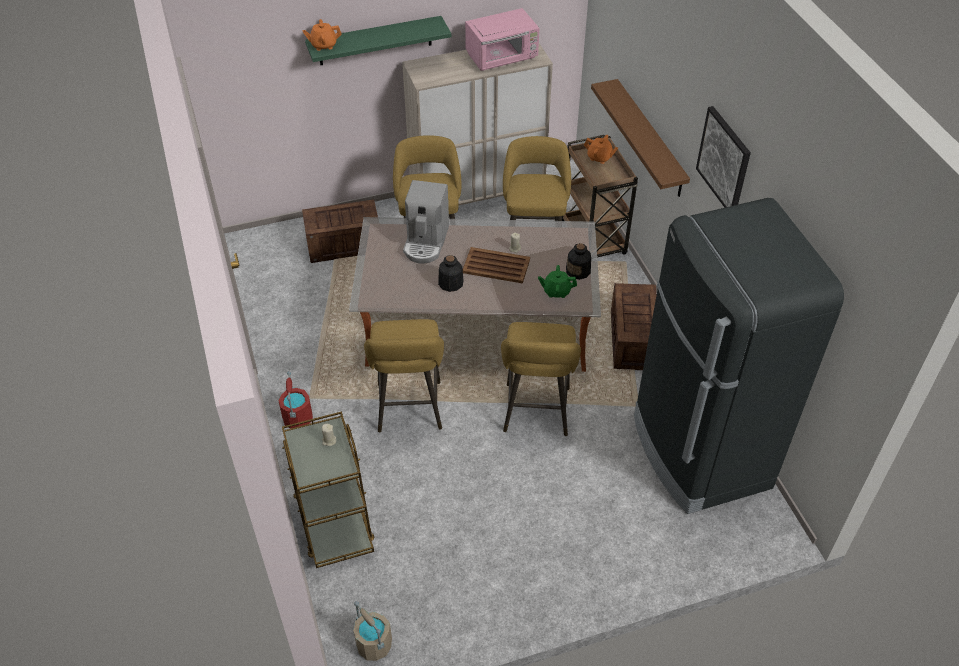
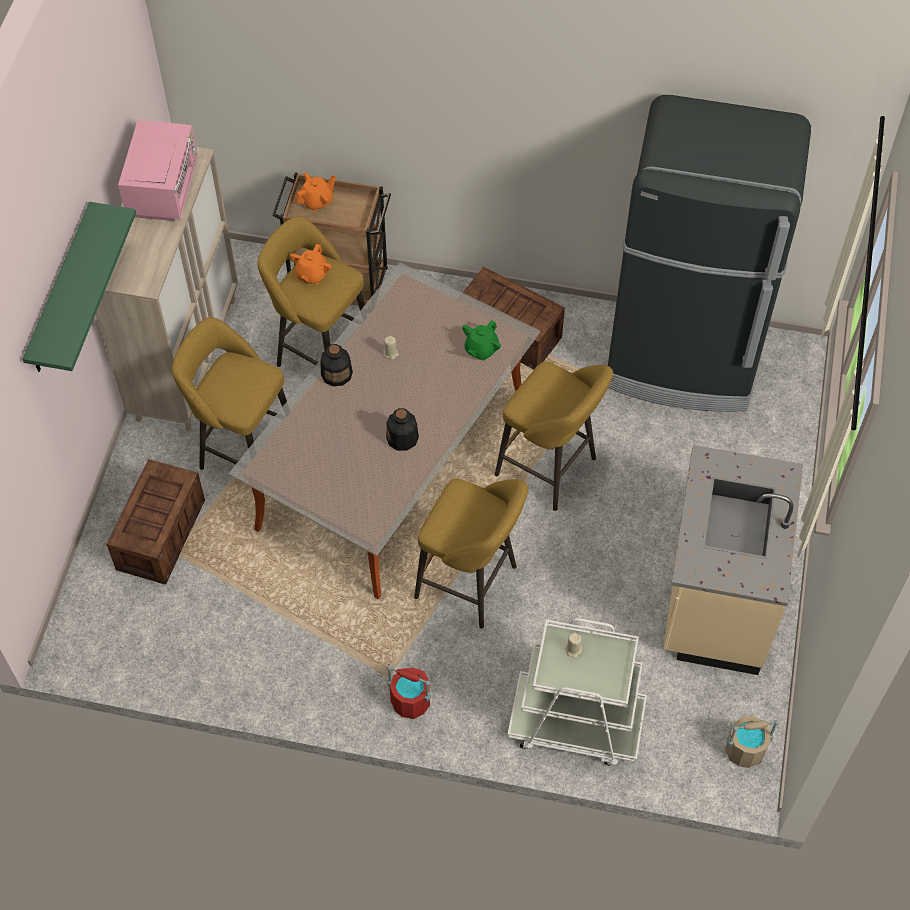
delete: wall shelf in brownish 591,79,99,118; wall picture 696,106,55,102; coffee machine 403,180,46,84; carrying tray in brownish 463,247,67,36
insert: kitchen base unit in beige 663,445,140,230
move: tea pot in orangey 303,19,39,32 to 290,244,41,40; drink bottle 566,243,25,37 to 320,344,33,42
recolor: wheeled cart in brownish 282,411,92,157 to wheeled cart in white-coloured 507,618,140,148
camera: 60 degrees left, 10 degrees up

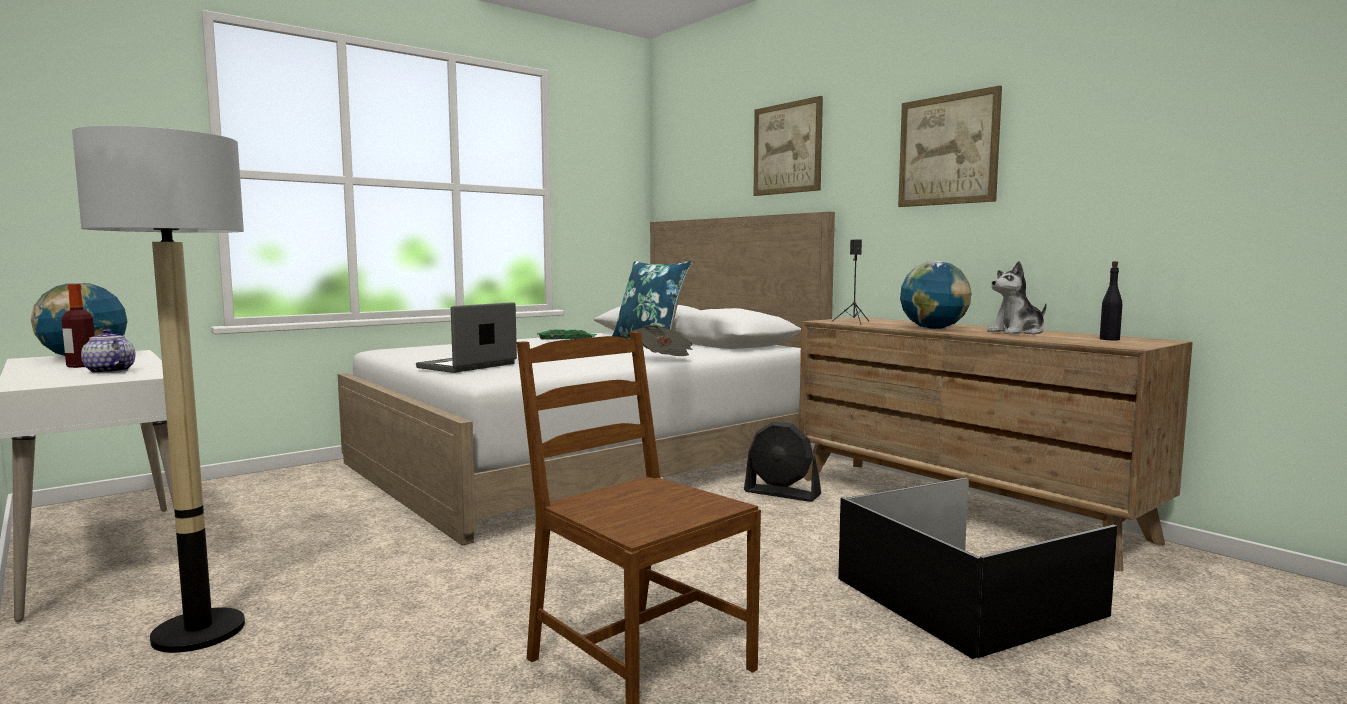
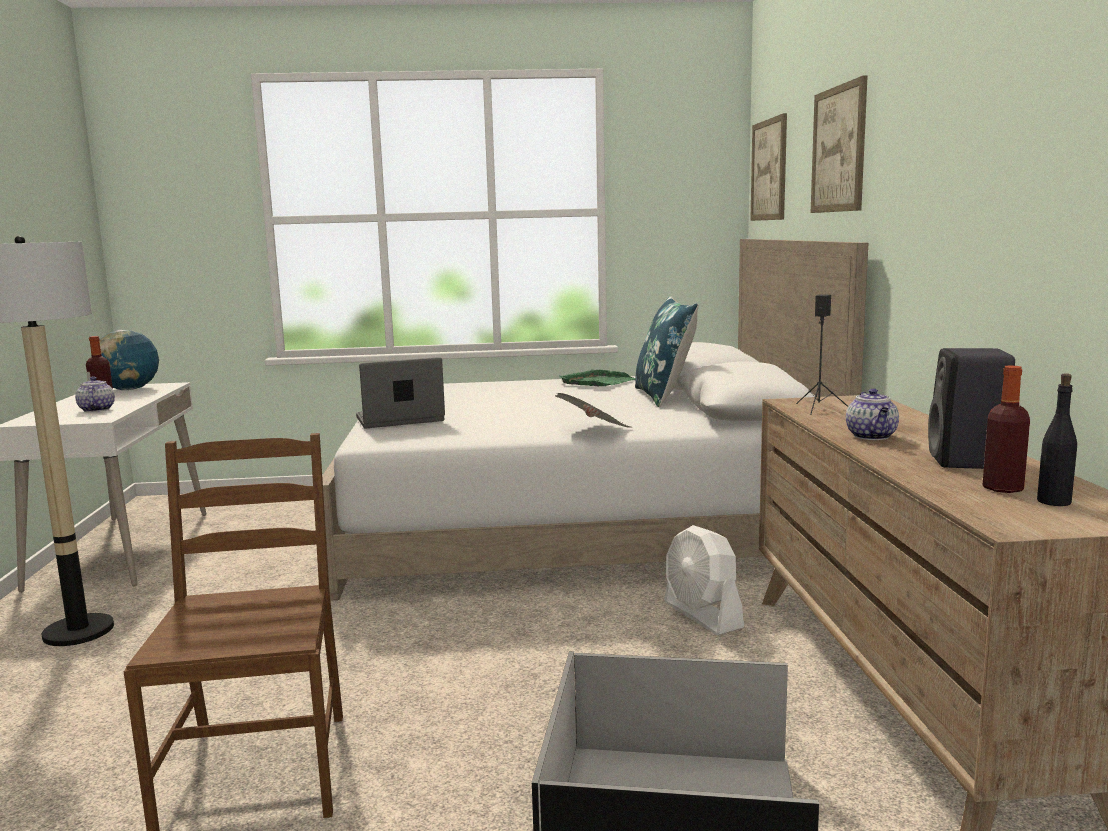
insert: drink bottle 983,365,47,128
move: wall picture 898,86,104,121 to 750,113,37,108
replace: world globe 900,261,72,68 to tea pot 846,388,53,52; cuddly toy 987,261,60,73 to speaker in blackish 928,348,87,121
recolor: cooling fan in blackish 744,422,77,80 to cooling fan in white-coloured 664,525,80,110
camera: 35 degrees right, 5 degrees up

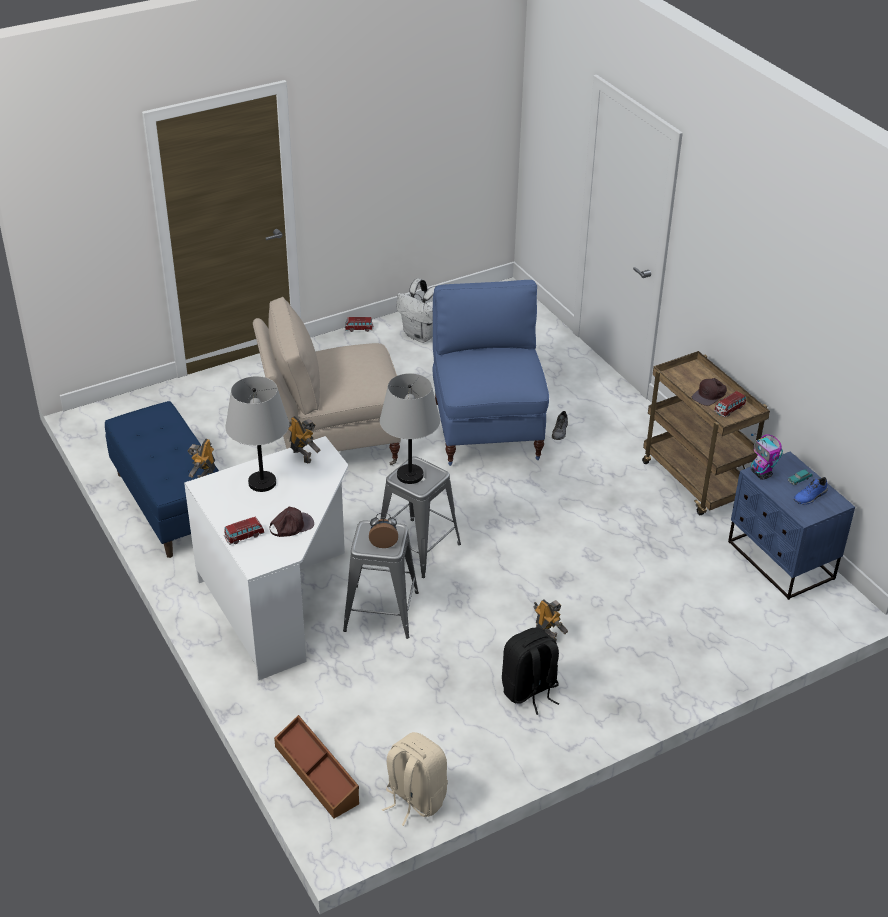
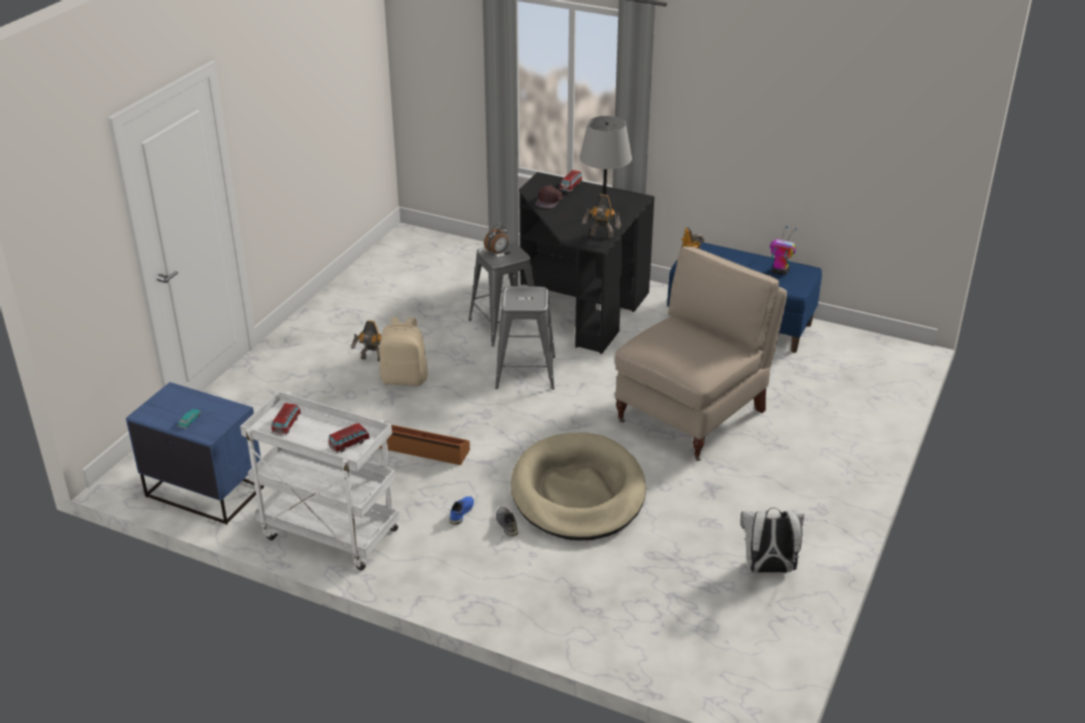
delete: table lamp in grey 380,373,60,111; cap in brownish 692,378,35,28; knapsack in blackish 502,627,58,88
move: miniature car 345,317,28,15 to 328,423,42,30; toy robot 751,434,32,46 to 770,226,27,49; item of footwear in blue 793,477,35,28 to 449,496,25,29; storage box in brownish 274,715,85,104 to 380,425,90,40; knapsack in beige 382,732,66,94 to 379,317,49,69
replace: plain chair in blue 433,280,116,186 to dog bed in beige 511,432,135,109
recolor: wheeled cart in brownish 642,351,128,164 to wheeled cart in white-coloured 240,391,159,179; desk in white-coloured 184,436,164,245 to desk in blackish 519,172,135,182
camera: 145 degrees right, 5 degrees down

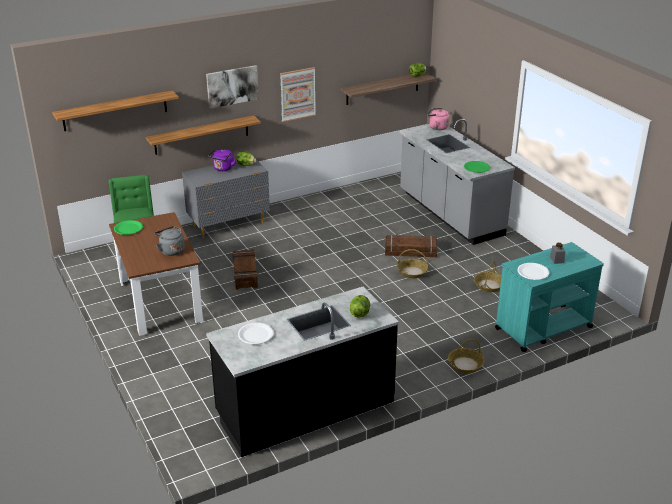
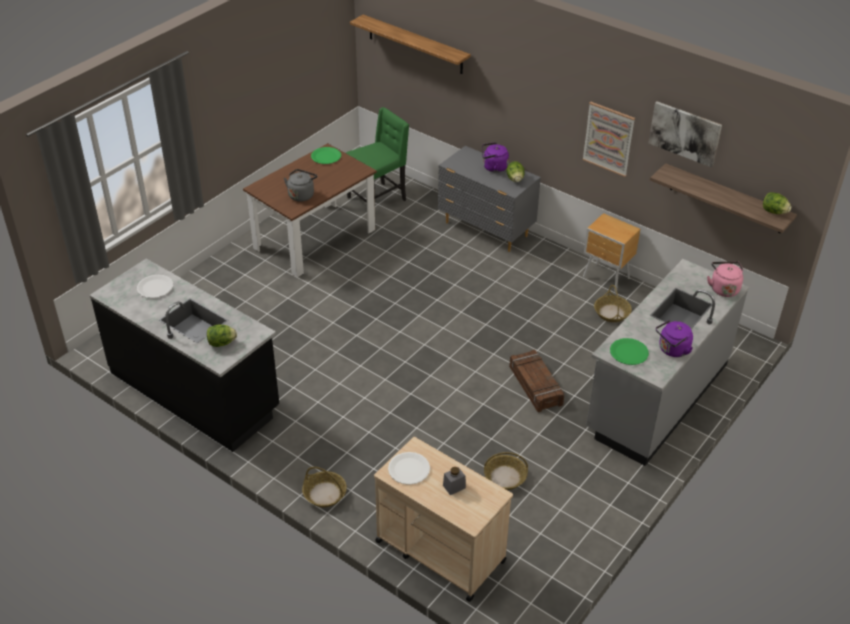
delete: wall shelf 146,115,115,40; packing crate 233,249,25,40
insert: night table in brownish 583,213,57,79; water kettle in purple-coloured 656,320,37,37
move: wall picture 206,65,53,43 to 648,101,74,66; storage basket 397,249,32,30 to 594,285,38,37
recolor: wheeled cart in blue-green 495,242,109,110 to wheeled cart in beige 374,437,139,165
camera: 65 degrees right, 10 degrees up

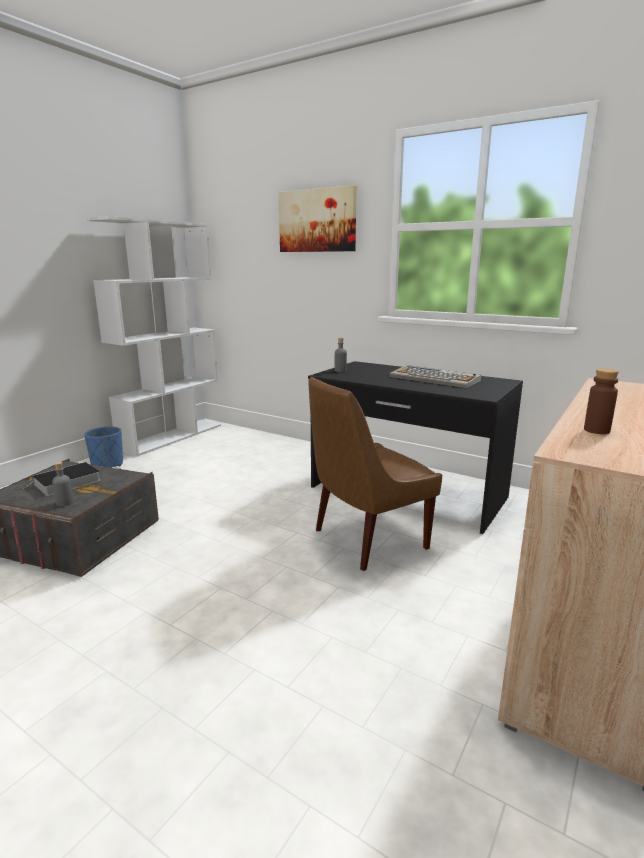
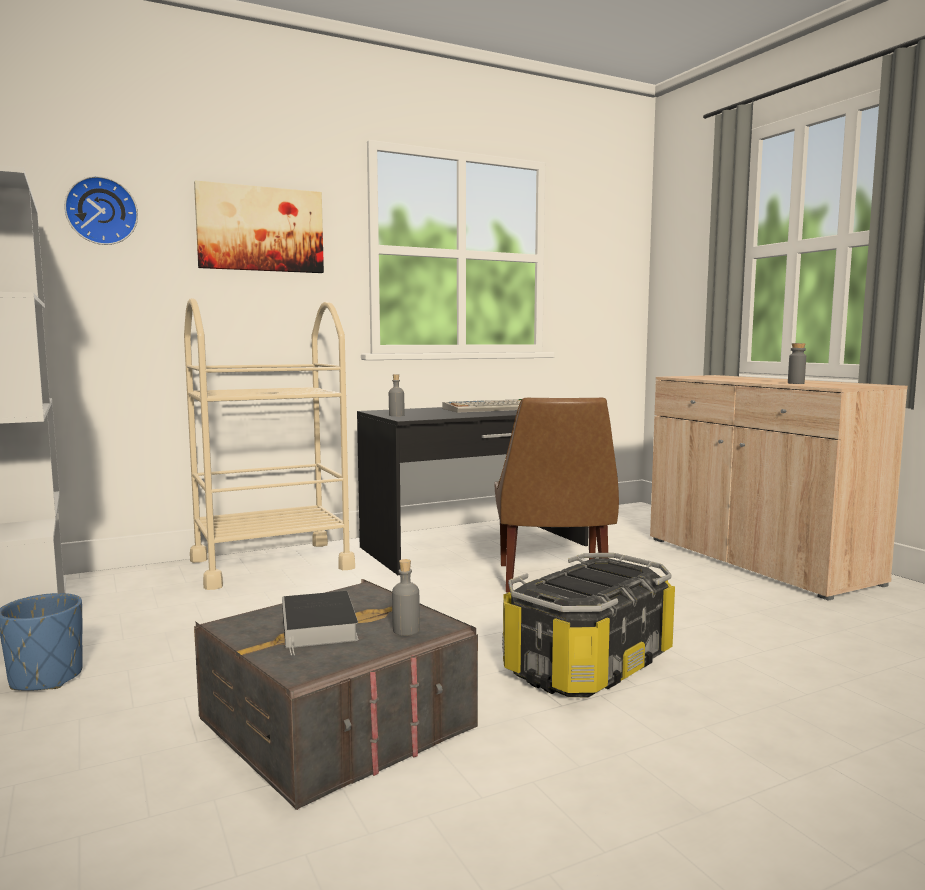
insert: hanging clock 64,176,74,69; wheeled cart in beige 184,298,171,292; storage box 502,553,173,144
recolor: drink bottle in brownish 584,368,35,66 to drink bottle in grey 788,343,18,41
camera: 60 degrees left, 10 degrees down

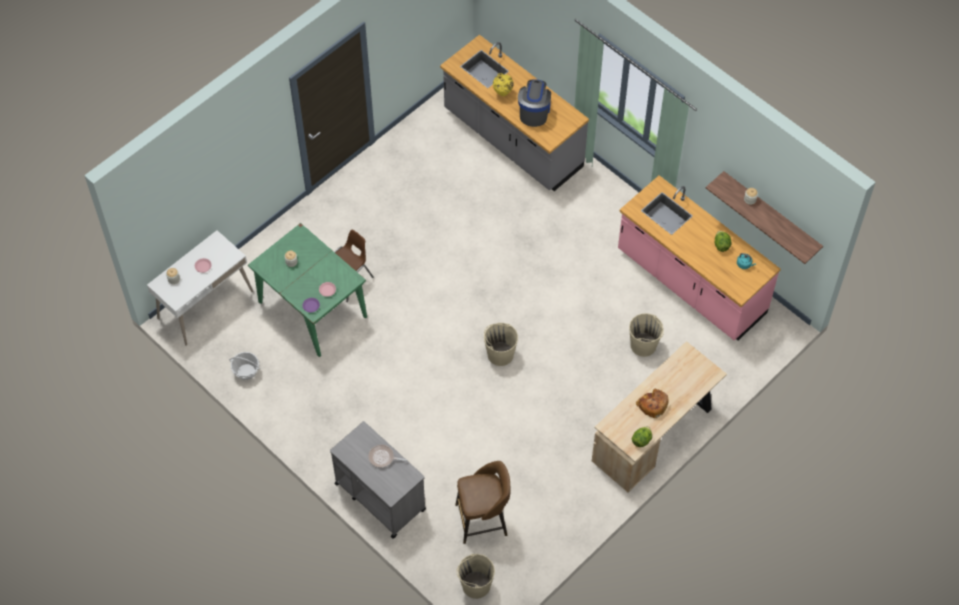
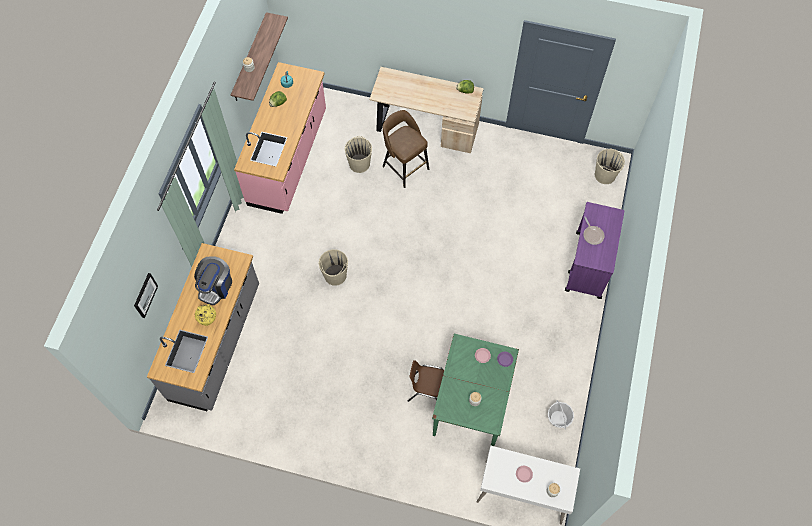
delete: bakery bread 636,389,33,30
insert: wall picture 134,273,24,45
move: pail in beige 484,323,34,43 to 318,249,30,37; stool in brownish 455,461,55,83 to 383,110,46,78
recolor: wheeled cart in grey 330,421,96,118 to wheeled cart in purple-coloured 565,202,59,97
rotate: coffee machine 518,79,33,48 = 194,256,38,49 45 degrees counterclockwise
camera: 120 degrees left, 5 degrees up

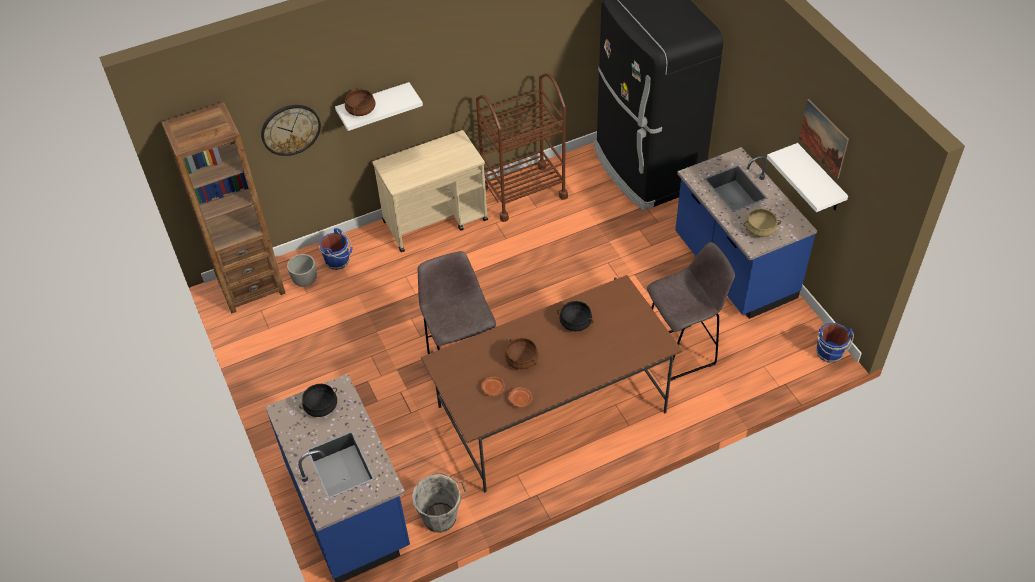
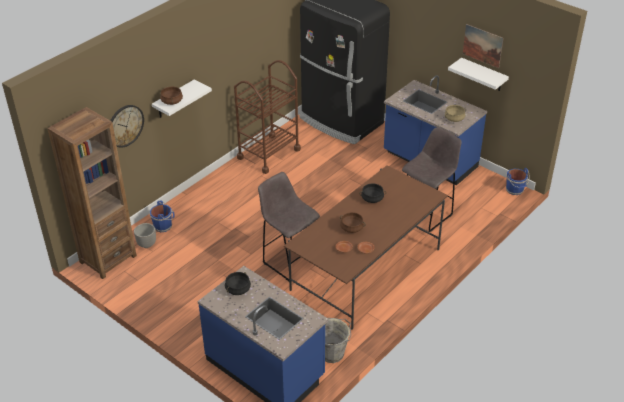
delete: wheeled cart in beige 372,130,116,122
camera: 25 degrees left, 10 degrees down

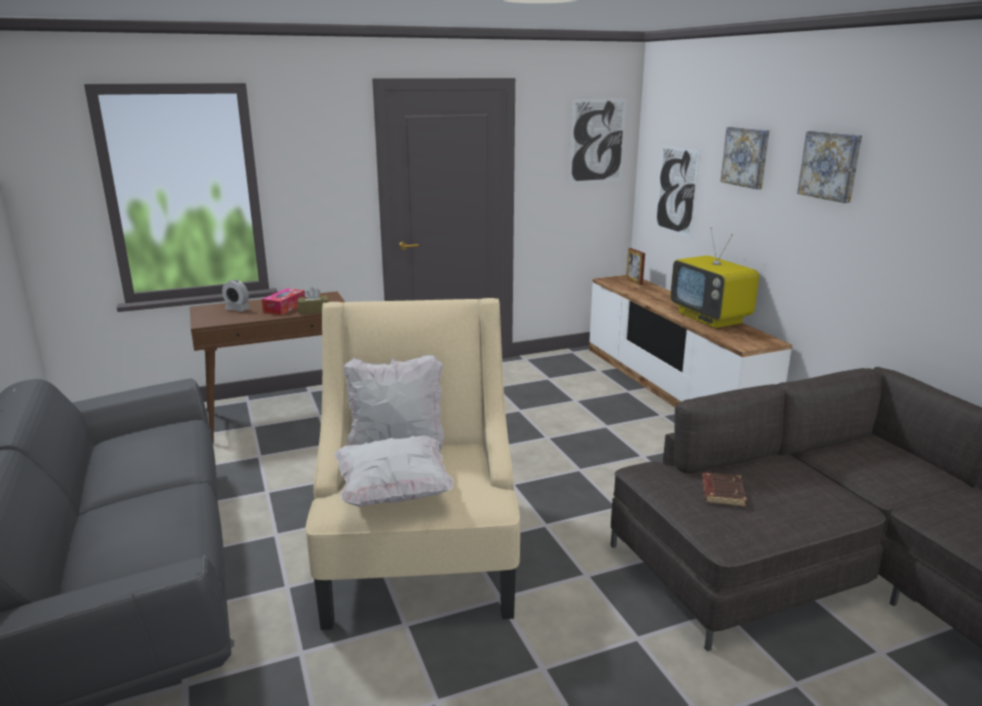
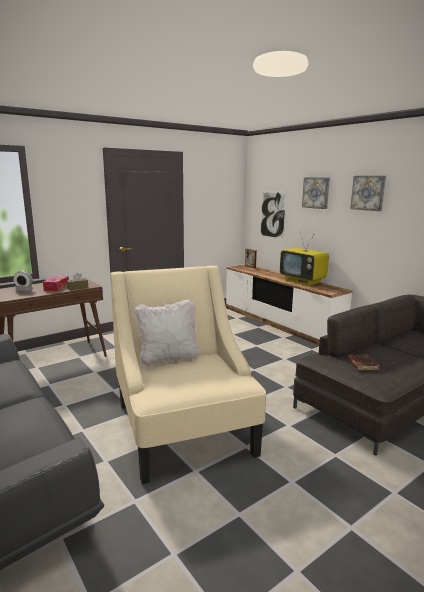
delete: wall picture 570,99,56,84; throw pillow in white-coloured 334,435,120,71
camera: 15 degrees left, 5 degrees down

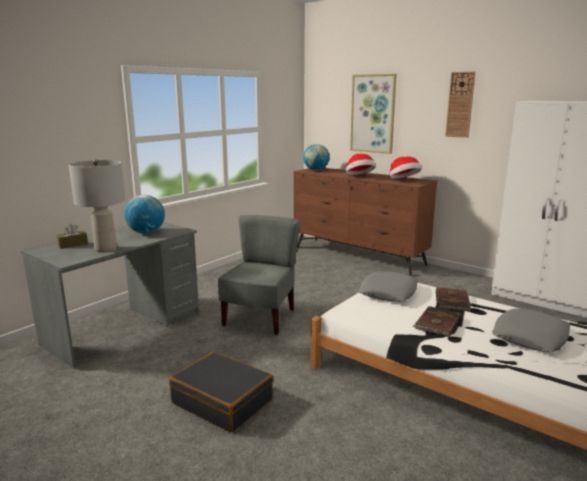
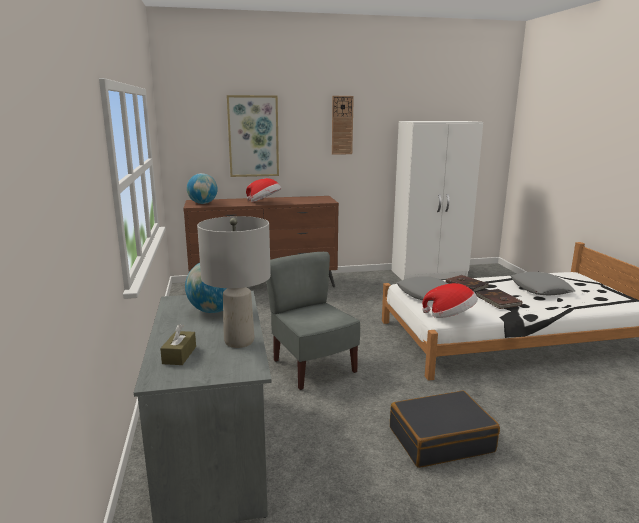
move: hat 389,157,33,22 to 422,283,56,35
camera: 50 degrees left, 0 degrees up

